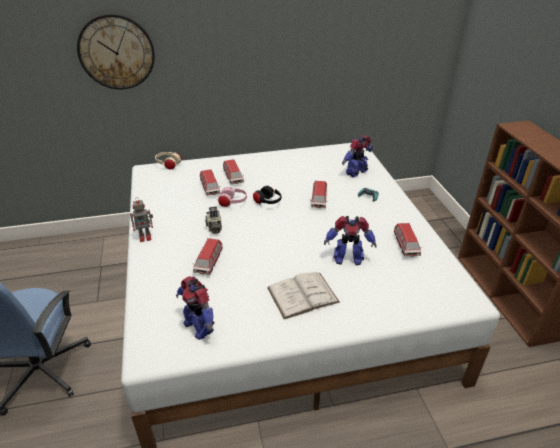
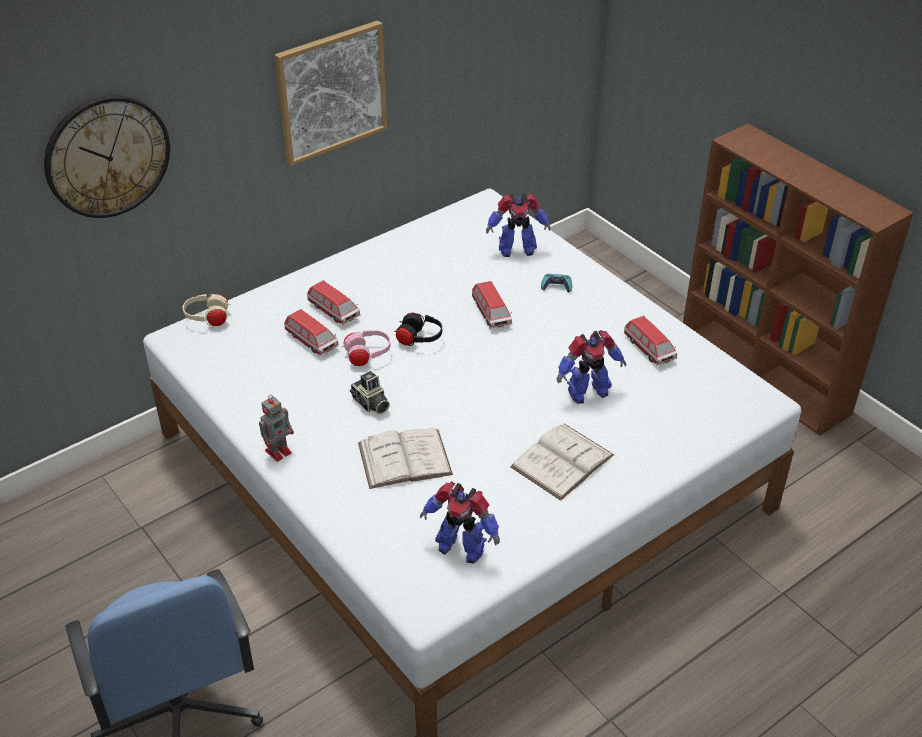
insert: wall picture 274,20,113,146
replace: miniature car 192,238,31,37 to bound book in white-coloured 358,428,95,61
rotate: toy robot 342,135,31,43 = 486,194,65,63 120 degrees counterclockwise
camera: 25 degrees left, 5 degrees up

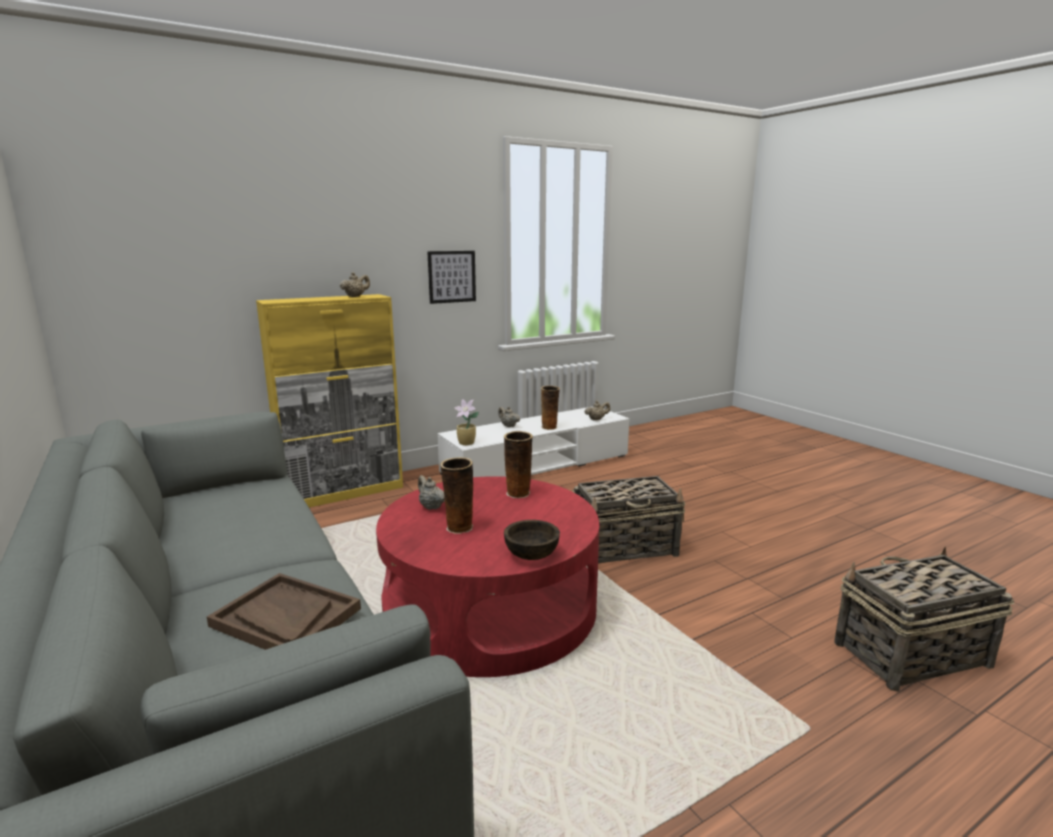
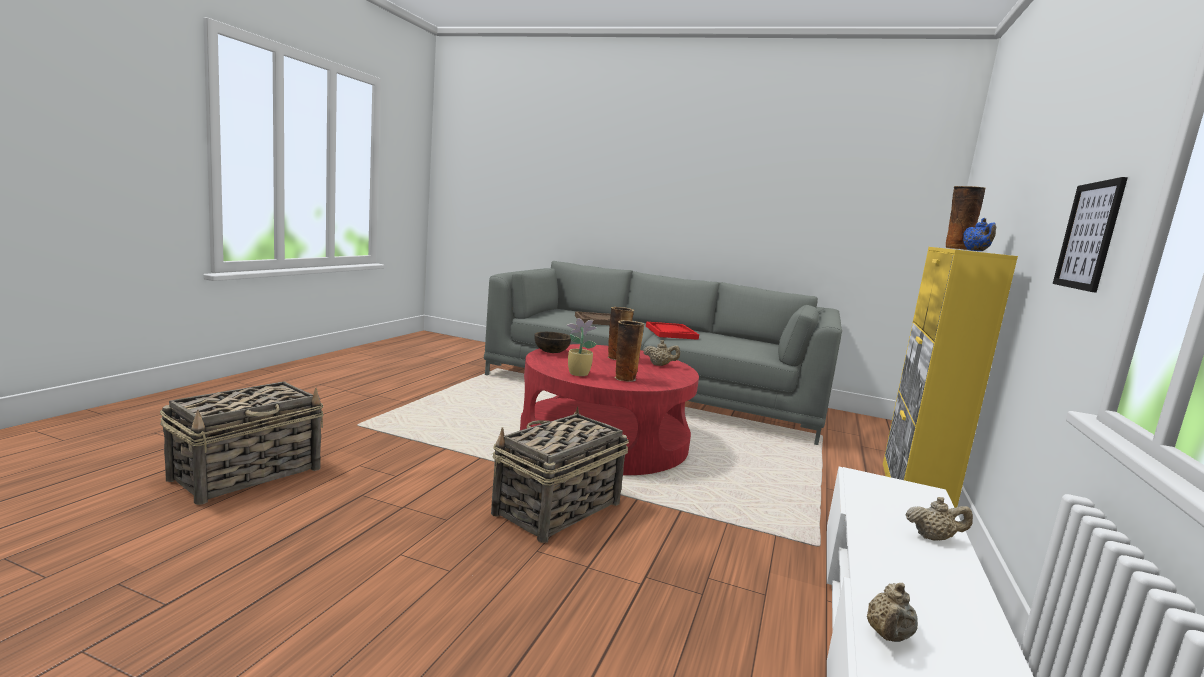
insert: carrying tray in reddish 646,322,53,18
move: vase 541,386,19,44 to 946,186,40,64; houseplant 455,399,24,46 to 566,318,31,58
recolor: tea pot in beige 340,272,30,25 to tea pot in blue 963,218,33,33
camera: 140 degrees right, 5 degrees down

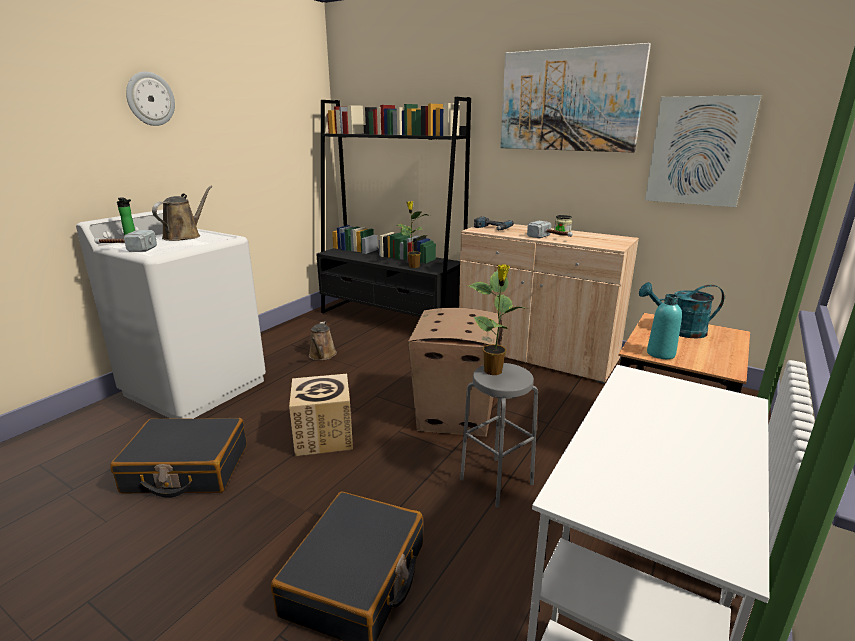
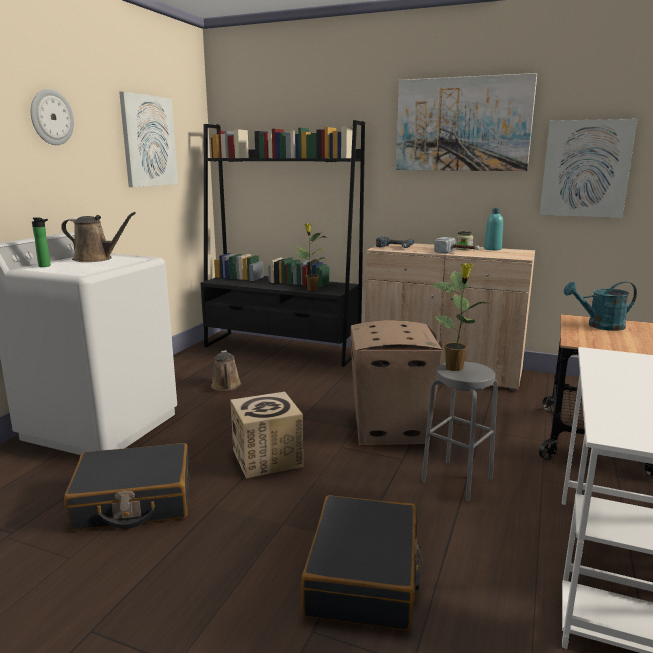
delete: tool hammer 94,230,63,22
insert: wall picture 119,91,59,96
move: drink bottle in blue-green 647,294,35,65 to 484,208,19,42
rotate: sprinkling can in brownish 152,186,60,55 = 61,212,75,50 90 degrees clockwise
camera: 10 degrees left, 5 degrees down

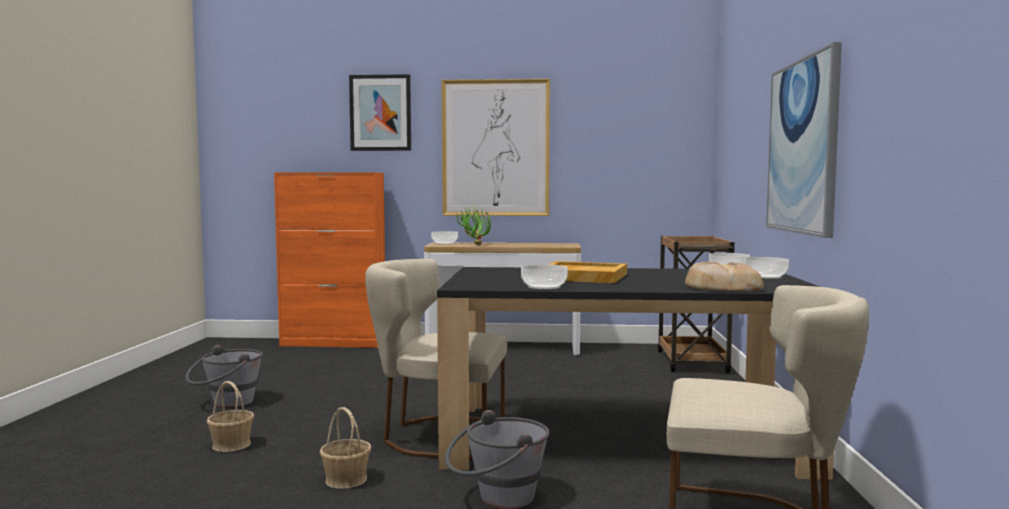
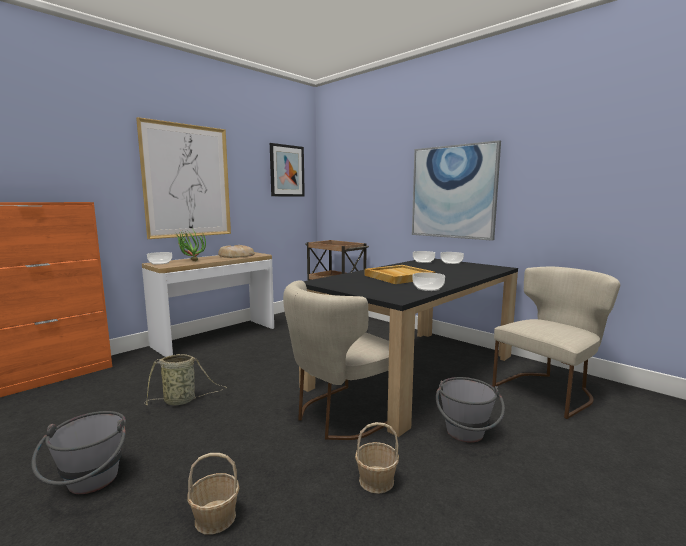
insert: storage basket 144,354,83,52
move: wall picture 349,74,62,77 to 270,143,35,54; bakery bread 685,262,79,29 to 218,245,37,13
camera: 50 degrees left, 5 degrees up

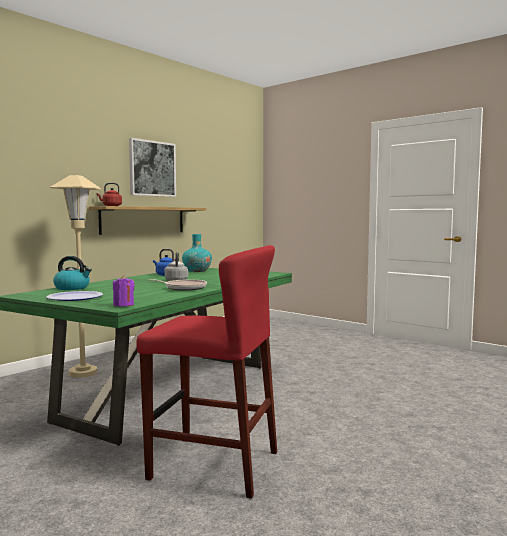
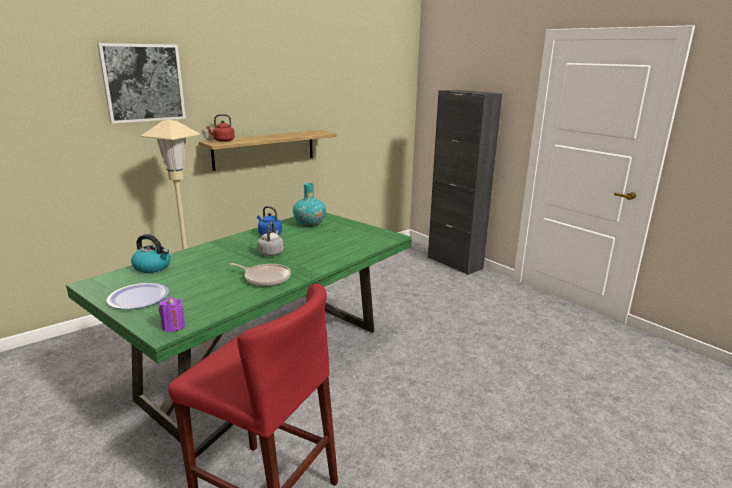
insert: storage cabinet in blackish 428,90,74,185
move: wall picture 129,138,47,59 to 97,43,89,80
camera: 10 degrees right, 15 degrees up

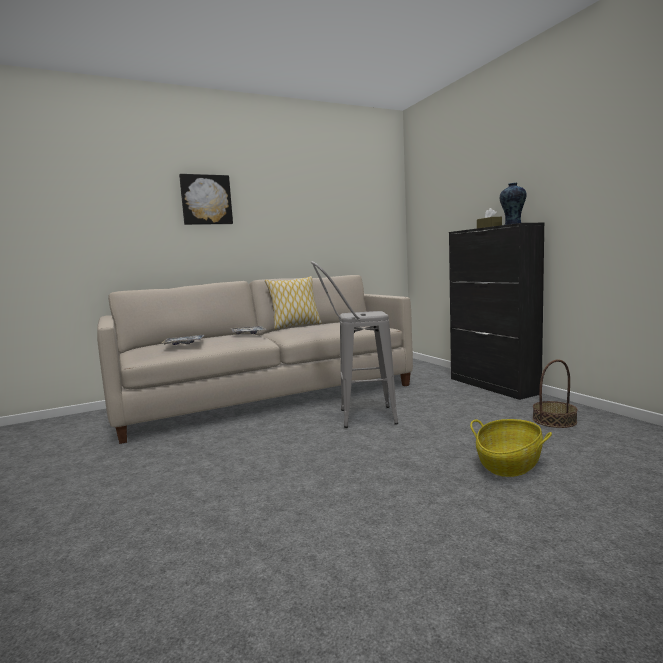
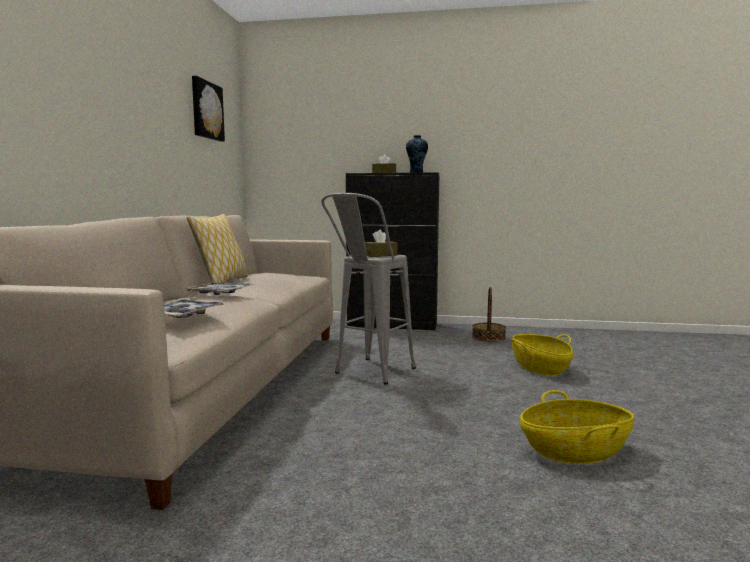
insert: tissue box in brownish 365,229,33,28; storage basket 520,390,114,74
move: wall picture 179,174,54,51 to 192,76,33,66
camera: 55 degrees left, 0 degrees up

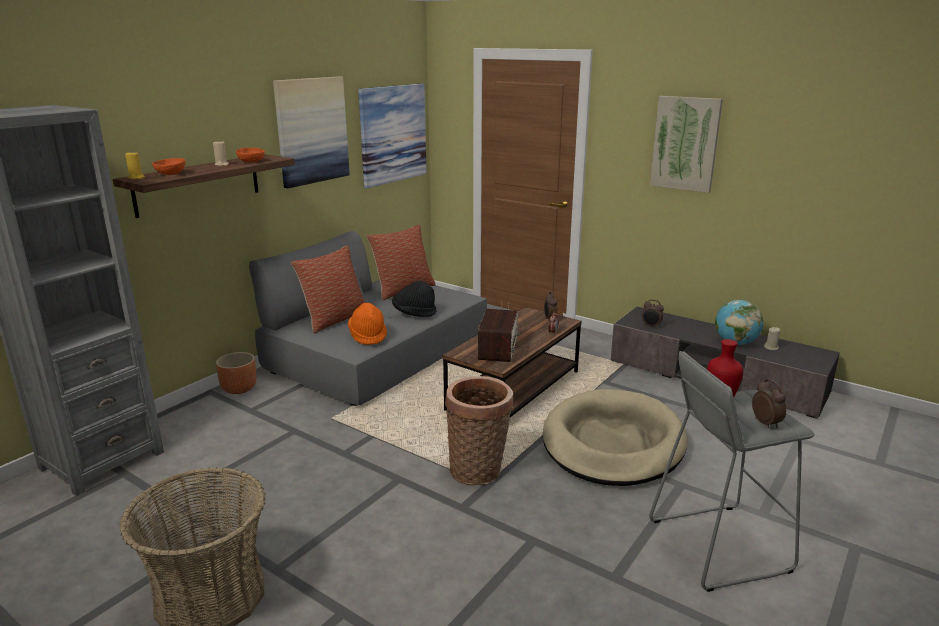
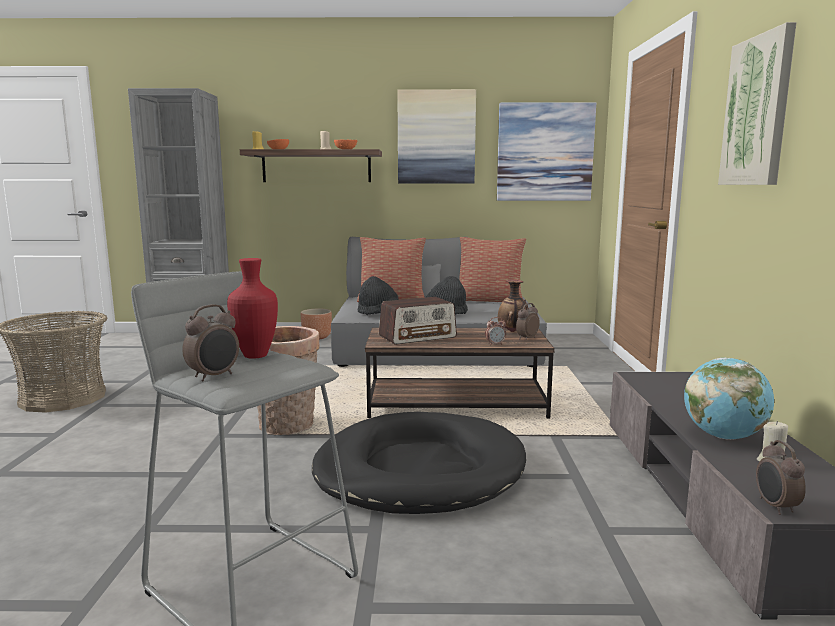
insert: vase 498,279,30,53
move: alarm clock 642,299,22,29 to 756,440,50,75
recolor: hat in orangey 348,303,39,42 to hat in blackish 358,276,40,39; dog bed in beige 543,389,144,97 to dog bed in blackish 312,412,214,102
camera: 55 degrees right, 10 degrees down

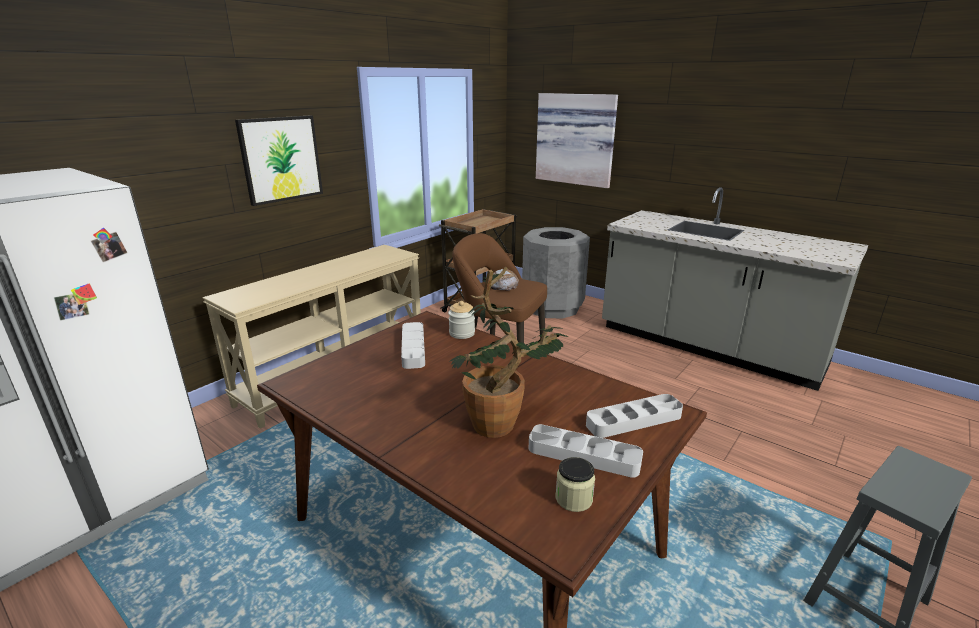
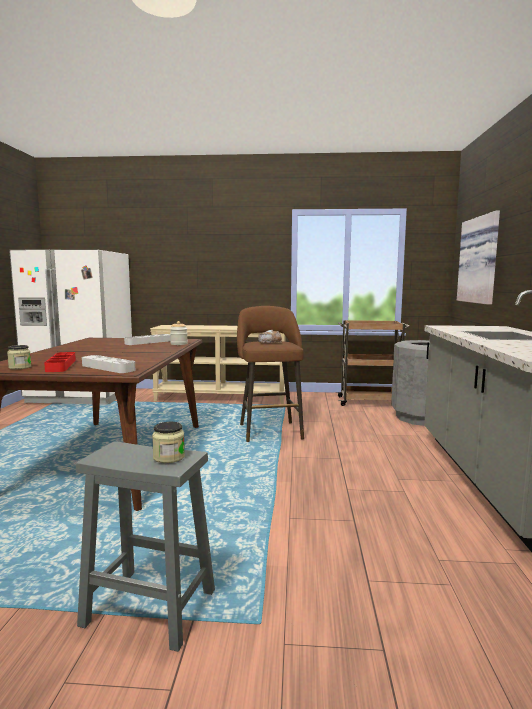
delete: wall picture 235,116,88,90; houseplant 449,267,119,171
insert: storage jar 152,422,33,41
recolor: carrying tray in grey 529,424,114,54 to carrying tray in reddish 44,352,32,20
camera: 55 degrees right, 15 degrees down

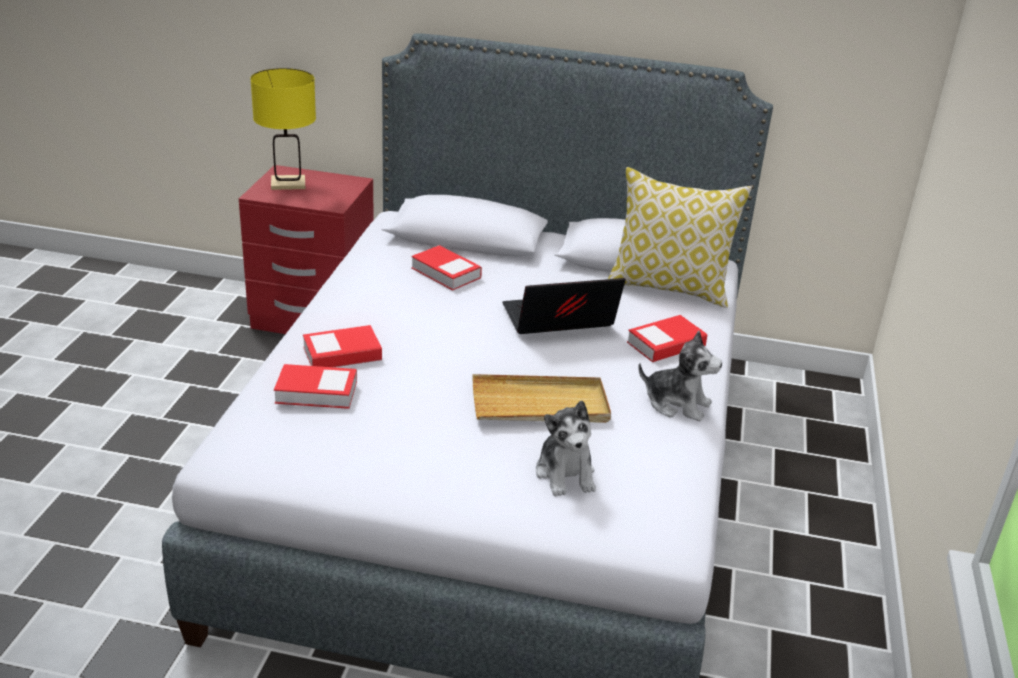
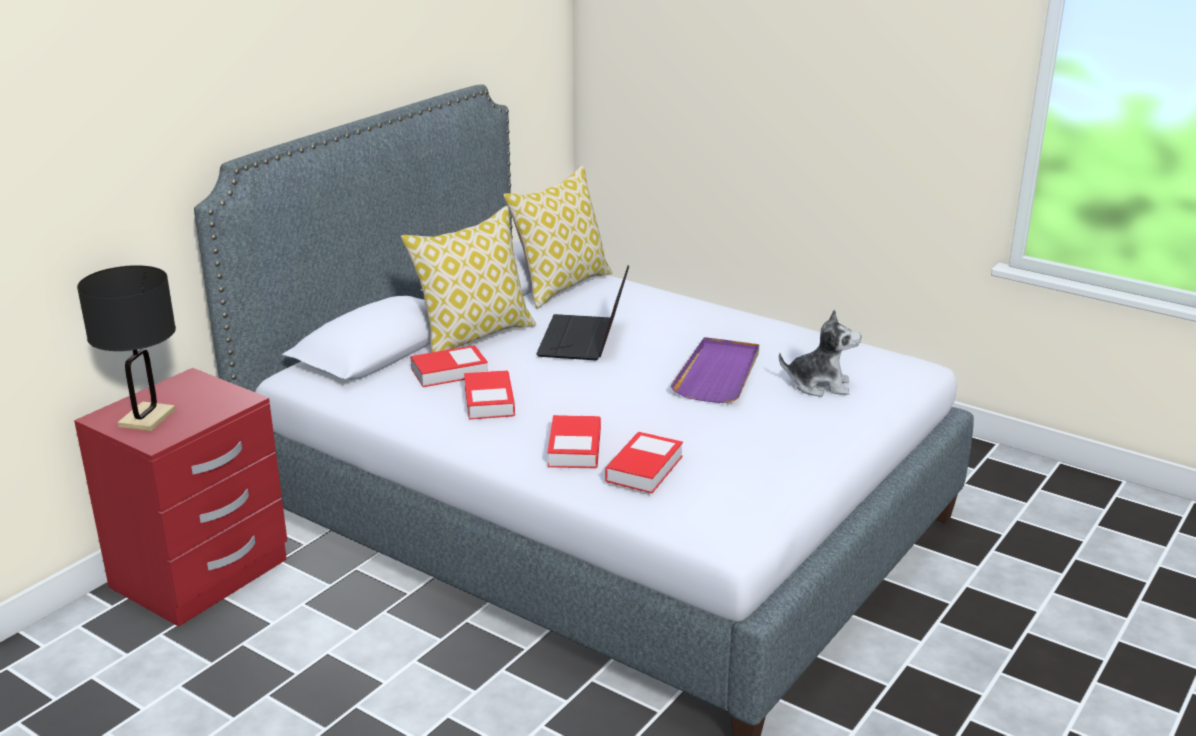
delete: cuddly toy 638,331,84,90
insert: throw pillow 401,206,135,146
move: bound book 627,315,80,47 to 464,370,51,50
recolor: table lamp in yellow 251,68,65,122 to table lamp in blackish 77,265,99,166; carrying tray in beige 473,374,138,49 to carrying tray in purple-coloured 670,337,89,66
camera: 65 degrees left, 5 degrees down

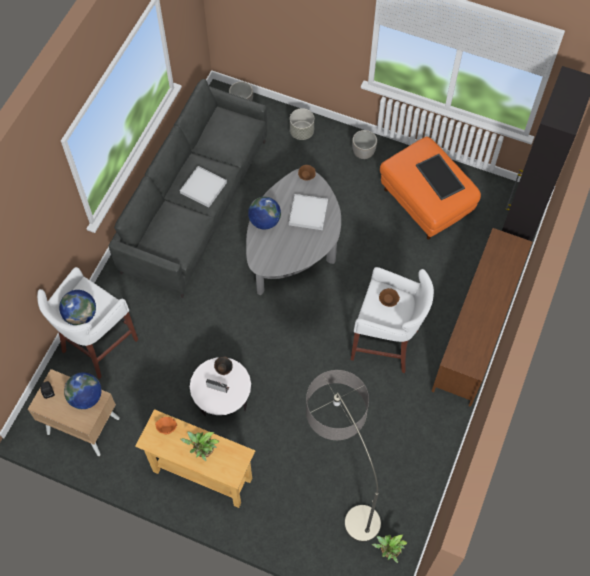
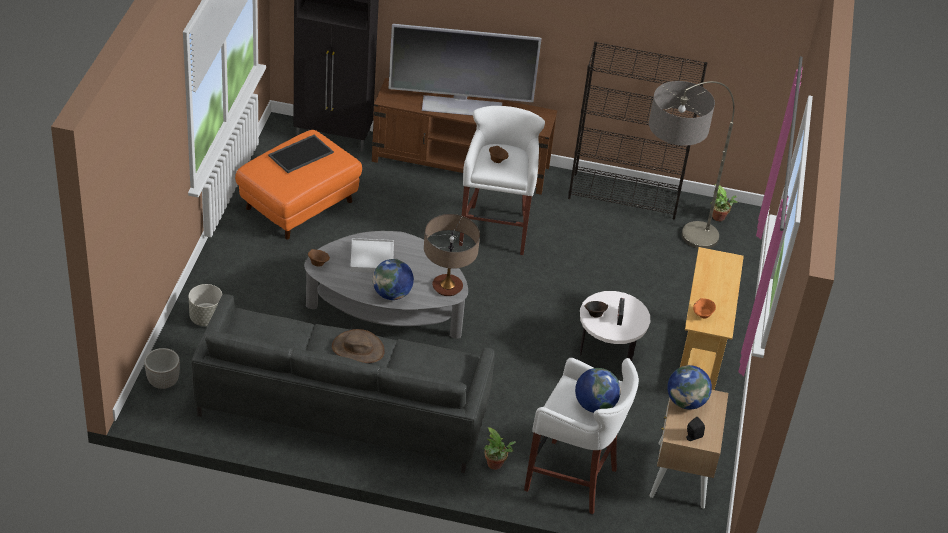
delete: flower pot 352,130,25,29
insert: television 388,24,153,92; shelving unit in blackish 568,42,139,178; table lamp 424,214,56,82
move: houseplant 180,431,39,30 to 484,427,32,43
replace: carrying tray in white-coloured 180,166,47,41 to hat in brownish 332,329,53,34
camera: 105 degrees left, 20 degrees down

